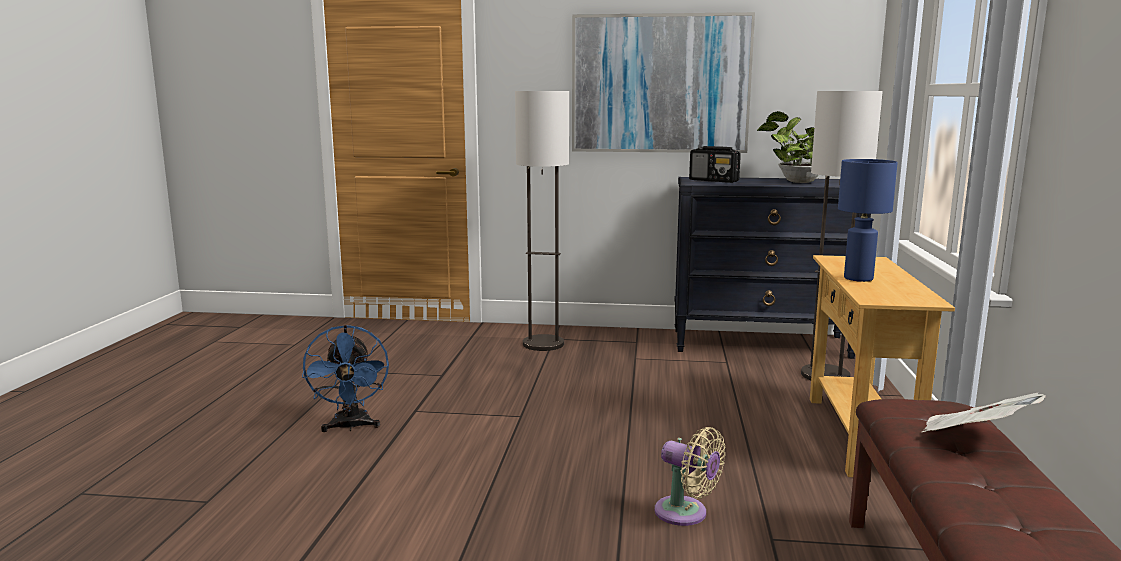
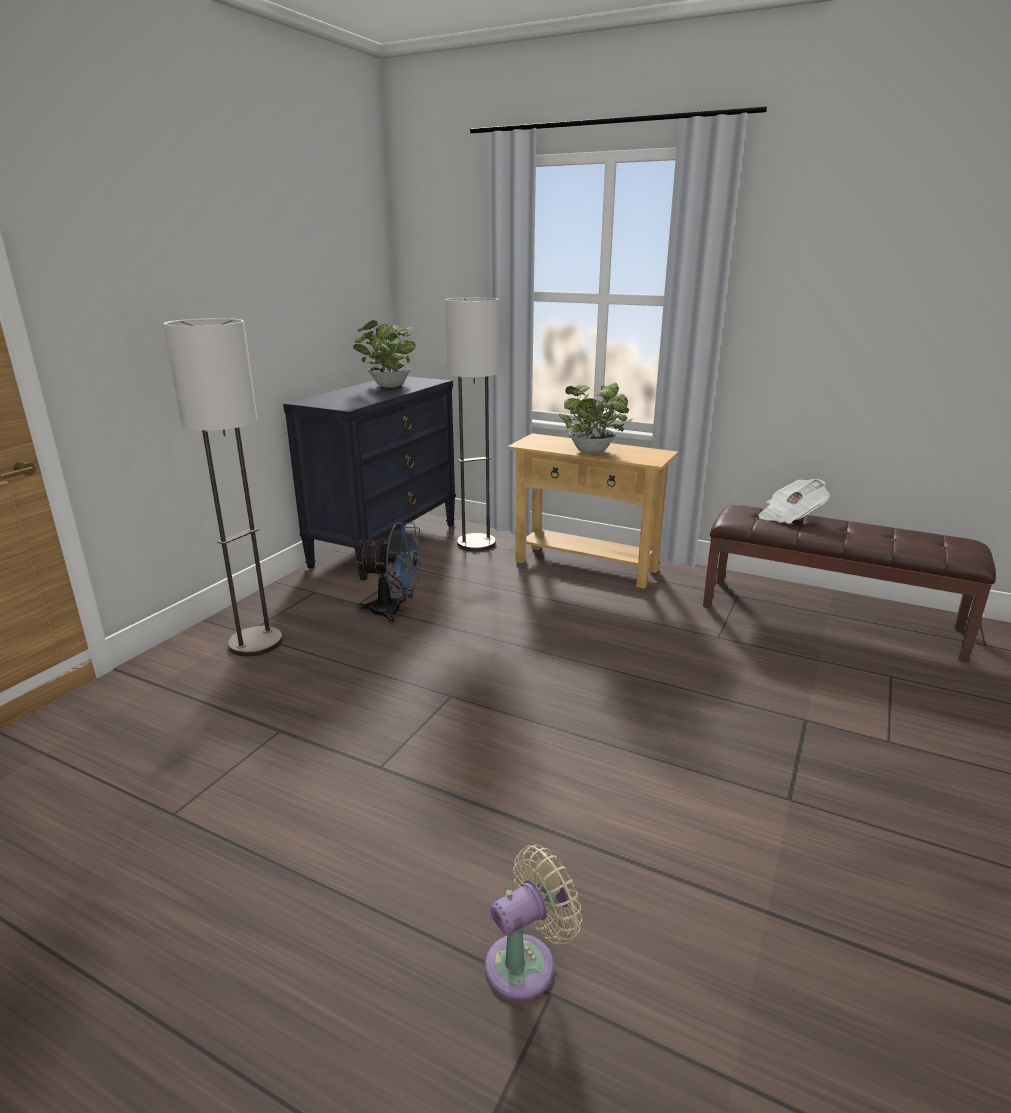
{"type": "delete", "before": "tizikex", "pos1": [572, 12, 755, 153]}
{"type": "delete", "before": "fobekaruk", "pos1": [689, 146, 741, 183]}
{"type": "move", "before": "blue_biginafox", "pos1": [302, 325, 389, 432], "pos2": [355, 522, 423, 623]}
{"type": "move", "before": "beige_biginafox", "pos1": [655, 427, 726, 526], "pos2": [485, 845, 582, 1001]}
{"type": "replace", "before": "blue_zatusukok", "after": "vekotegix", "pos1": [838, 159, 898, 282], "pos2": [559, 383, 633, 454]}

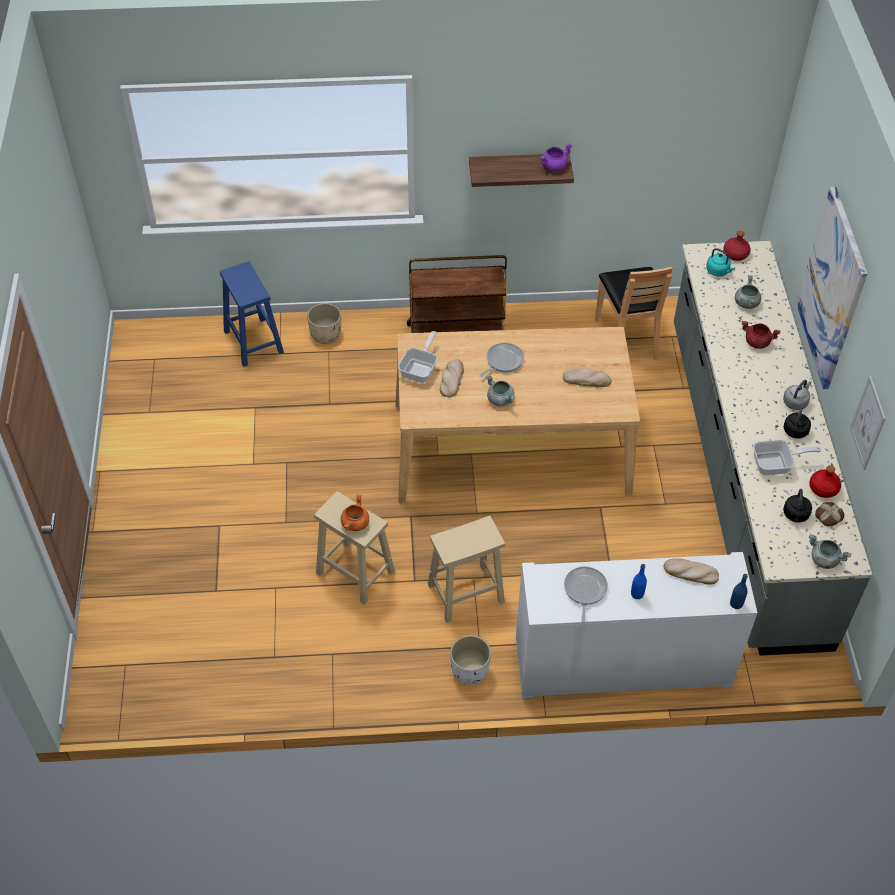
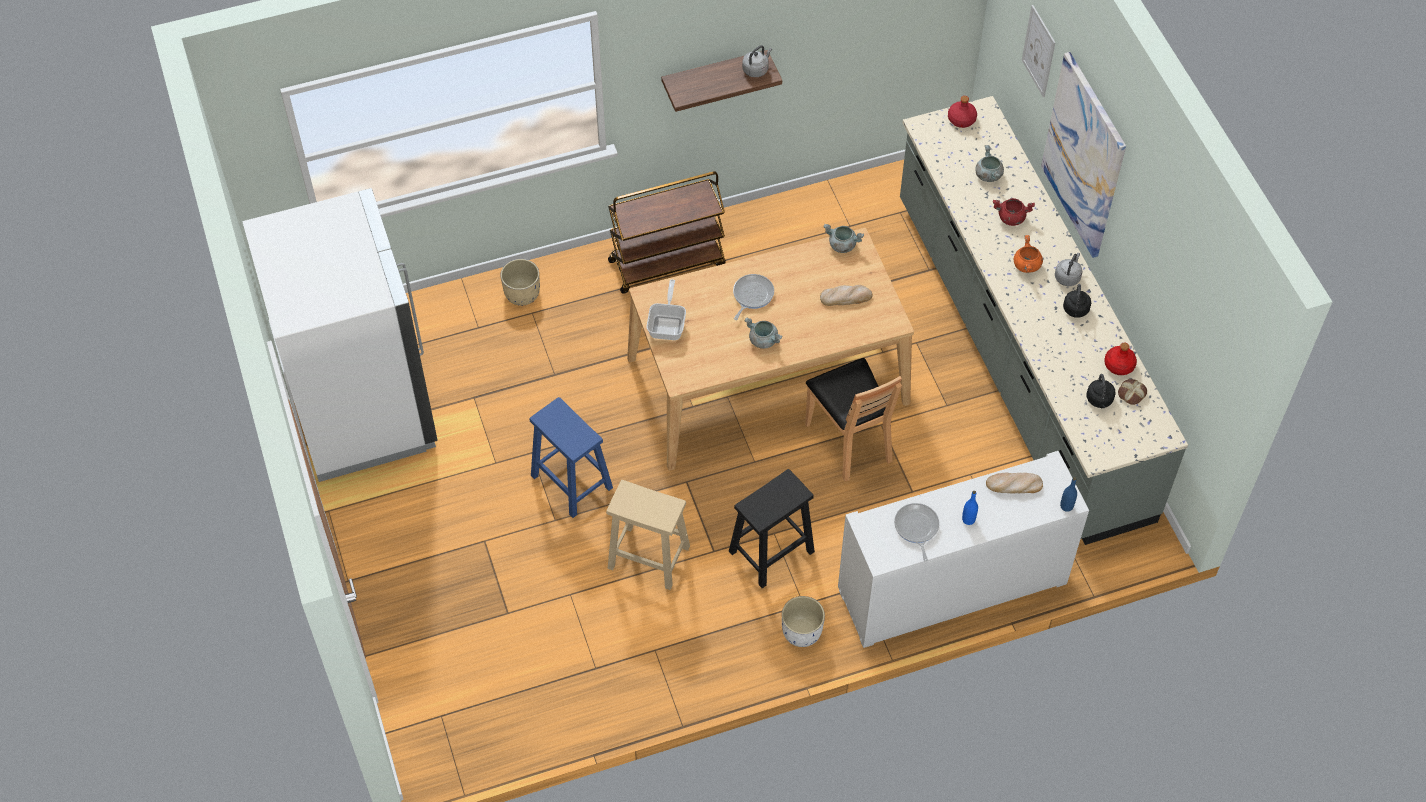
{"type": "delete", "before": "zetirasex", "pos1": [440, 359, 464, 397]}
{"type": "delete", "before": "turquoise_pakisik", "pos1": [706, 248, 735, 277]}
{"type": "delete", "before": "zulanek", "pos1": [753, 440, 821, 475]}
{"type": "insert", "after": "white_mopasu", "pos2": [242, 188, 438, 482]}
{"type": "move", "before": "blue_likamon", "pos1": [220, 261, 284, 367], "pos2": [530, 397, 613, 518]}
{"type": "move", "before": "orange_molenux", "pos1": [341, 494, 369, 531], "pos2": [1014, 235, 1043, 273]}
{"type": "move", "before": "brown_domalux", "pos1": [595, 267, 673, 360], "pos2": [805, 358, 902, 482]}
{"type": "move", "before": "grey_molenux", "pos1": [809, 534, 851, 569], "pos2": [824, 224, 864, 253]}
{"type": "move", "before": "tizikex", "pos1": [850, 376, 886, 470], "pos2": [1022, 5, 1055, 97]}
{"type": "replace", "before": "purple_molenux", "after": "grey_pakisik", "pos1": [540, 143, 572, 172], "pos2": [742, 45, 772, 77]}
{"type": "recolor", "before": "beige_likamon", "after": "black_likamon", "pos1": [428, 516, 505, 623], "pos2": [729, 469, 815, 588]}

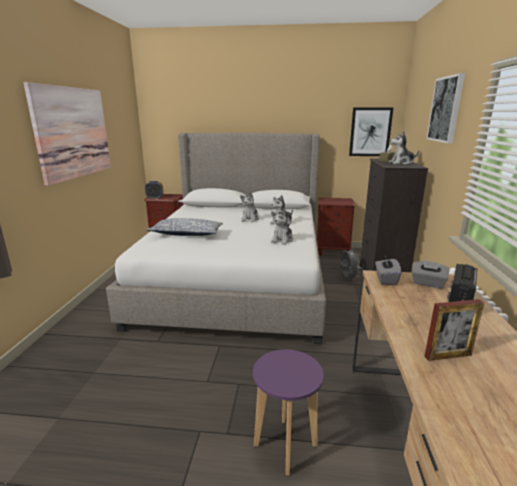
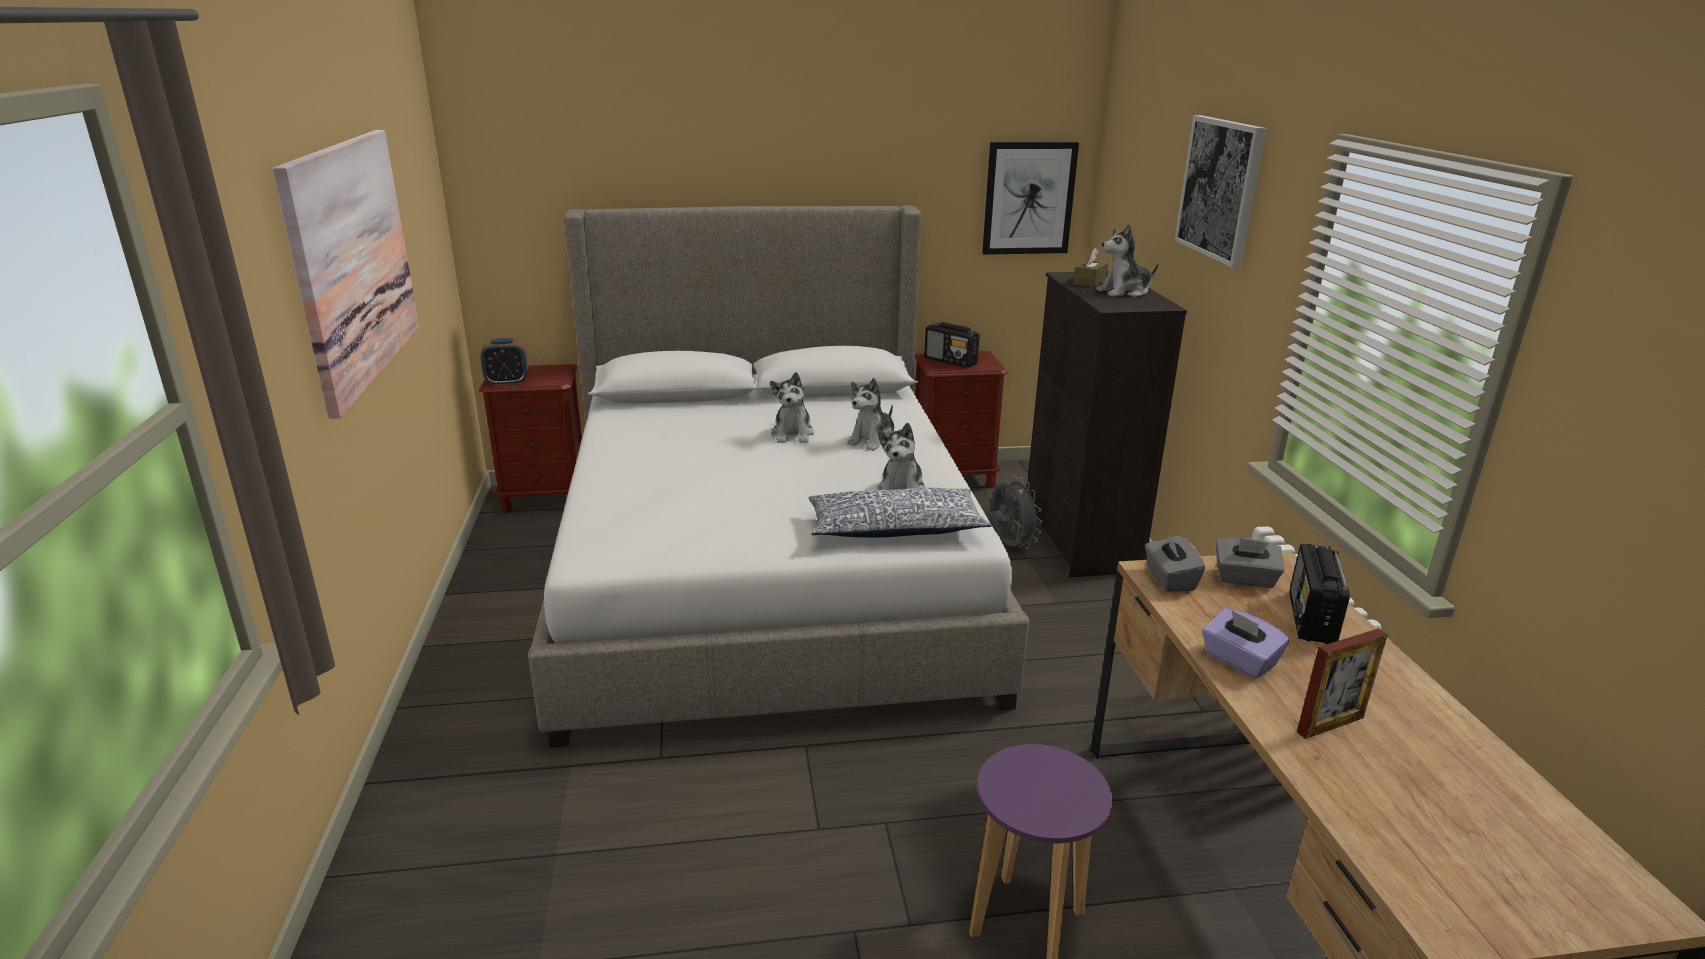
{"type": "insert", "after": "fobekaruk", "pos2": [924, 322, 980, 368]}
{"type": "insert", "after": "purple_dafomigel", "pos2": [1202, 608, 1289, 679]}
{"type": "move", "before": "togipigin", "pos1": [146, 218, 223, 236], "pos2": [809, 488, 992, 538]}

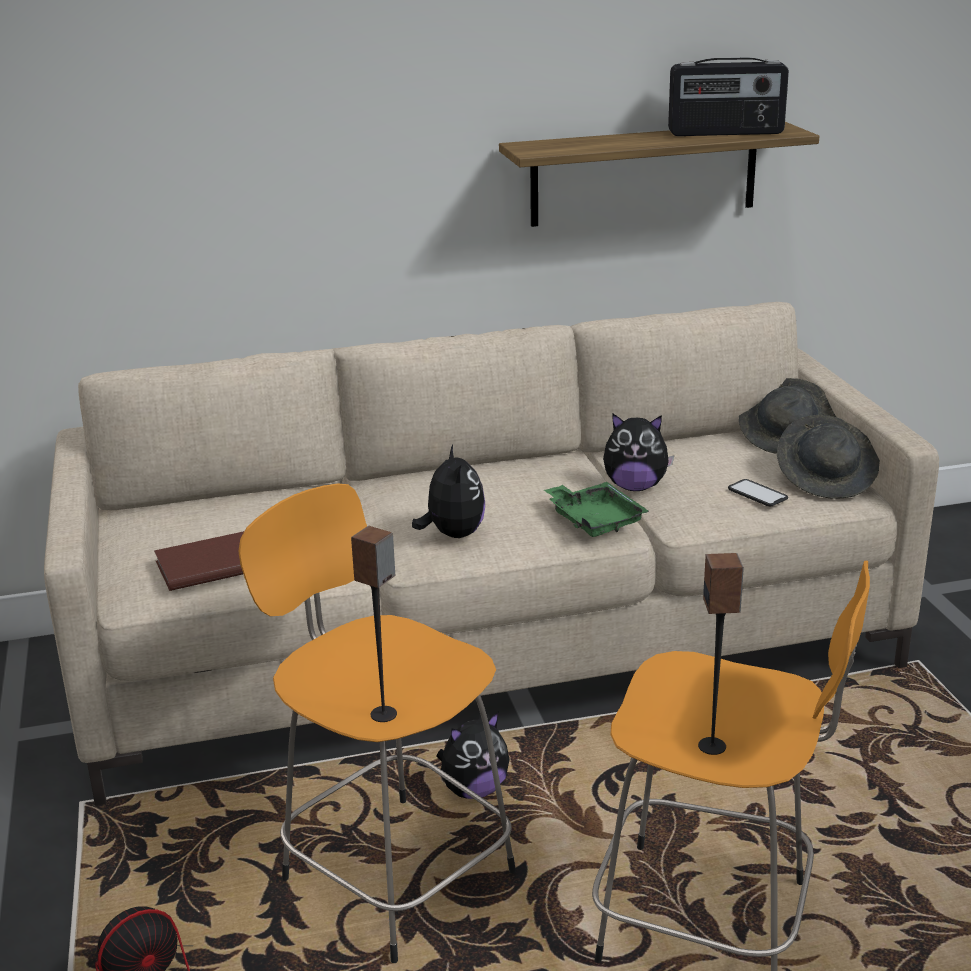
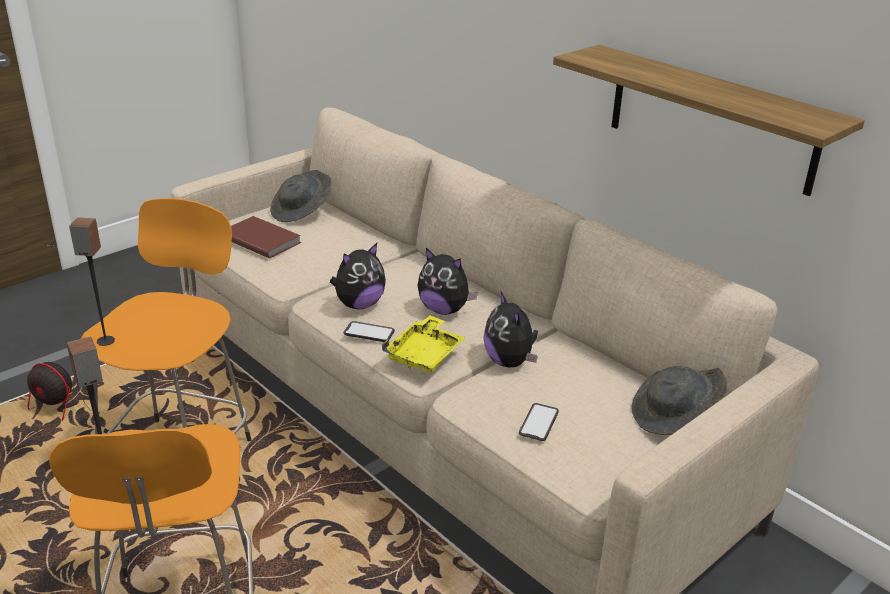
{"type": "delete", "before": "fobekaruk", "pos1": [668, 58, 789, 136]}
{"type": "insert", "after": "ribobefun", "pos2": [343, 321, 395, 342]}
{"type": "move", "before": "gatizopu", "pos1": [436, 712, 510, 799], "pos2": [417, 248, 478, 315]}
{"type": "move", "before": "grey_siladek", "pos1": [777, 415, 880, 499], "pos2": [270, 170, 332, 222]}
{"type": "recolor", "before": "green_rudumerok", "after": "yellow_rudumerok", "pos1": [544, 482, 649, 537], "pos2": [382, 315, 465, 372]}

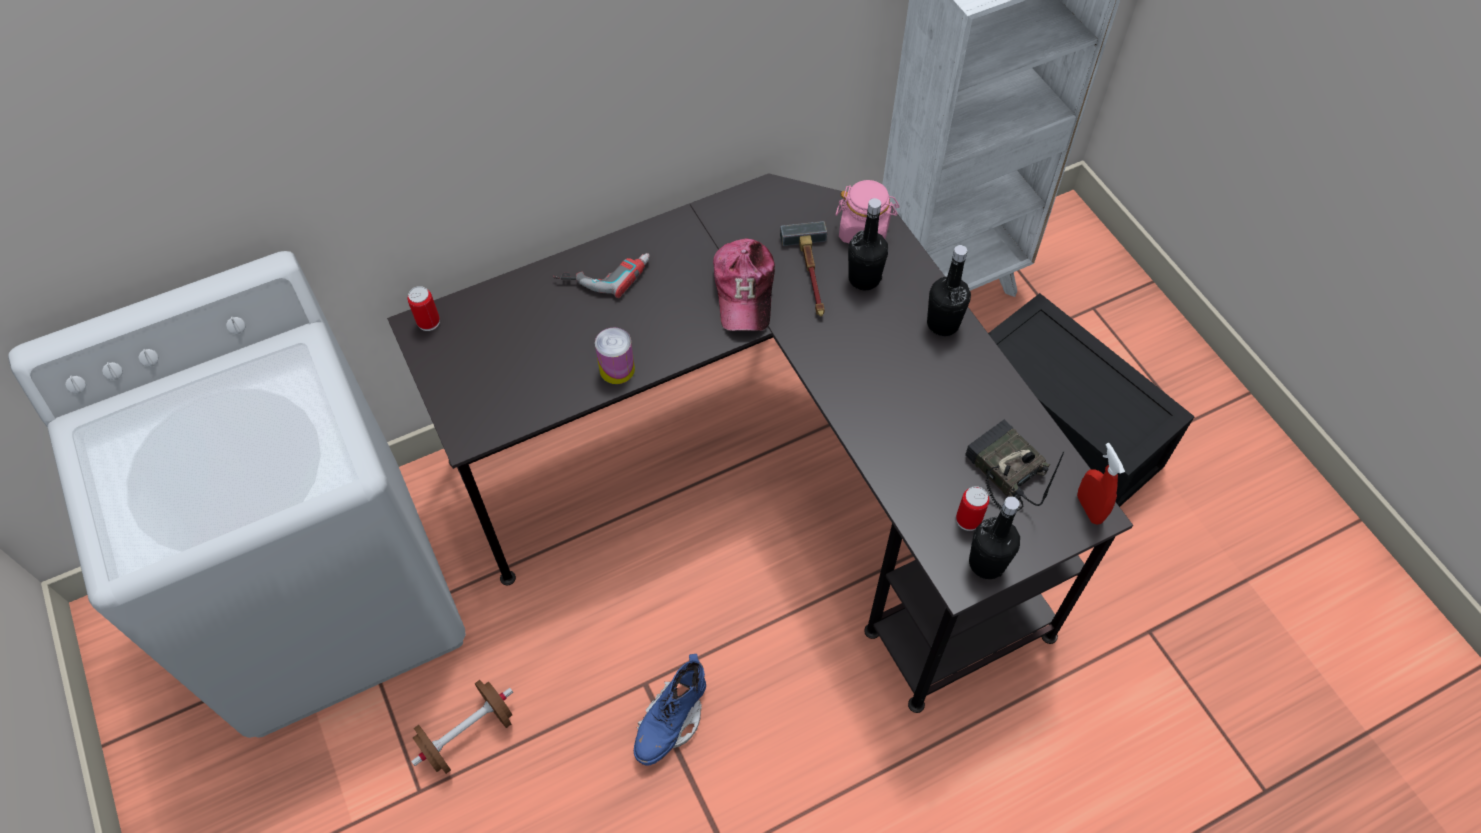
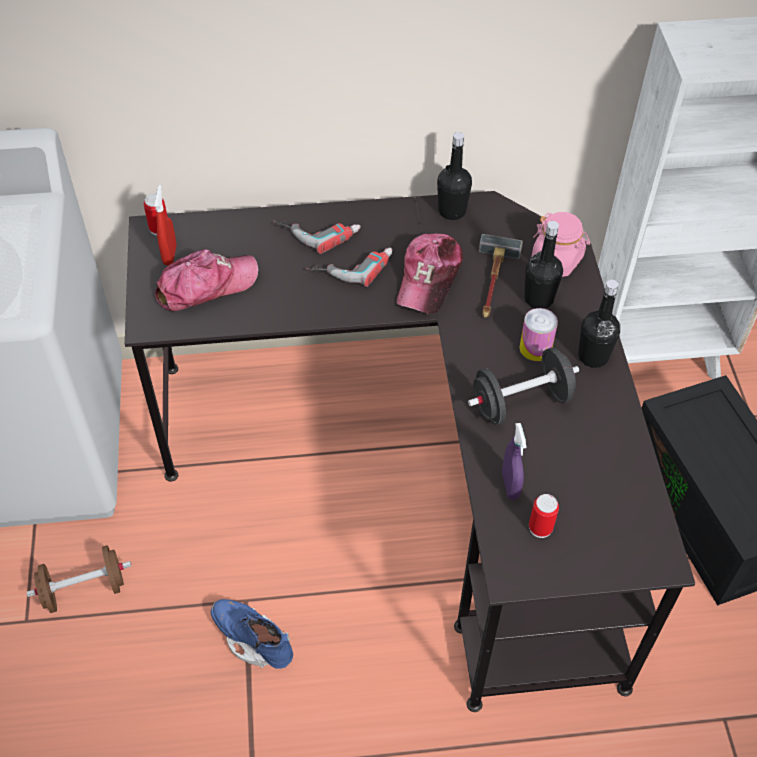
{"type": "delete", "before": "fobekaruk", "pos1": [965, 420, 1064, 511]}
{"type": "insert", "after": "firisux", "pos2": [155, 249, 258, 311]}
{"type": "insert", "after": "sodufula", "pos2": [306, 248, 392, 287]}
{"type": "insert", "after": "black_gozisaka", "pos2": [468, 347, 579, 425]}
{"type": "insert", "after": "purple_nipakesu", "pos2": [502, 423, 527, 500]}
{"type": "move", "before": "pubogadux", "pos1": [595, 327, 635, 384], "pos2": [519, 308, 558, 361]}
{"type": "move", "before": "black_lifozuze", "pos1": [969, 496, 1020, 579], "pos2": [437, 132, 472, 220]}
{"type": "move", "before": "red_nipakesu", "pos1": [1077, 443, 1125, 525], "pos2": [154, 185, 176, 266]}
{"type": "rotate", "before": "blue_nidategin", "pos1": [634, 654, 706, 766], "pos2": [211, 599, 293, 669], "turn": 75}

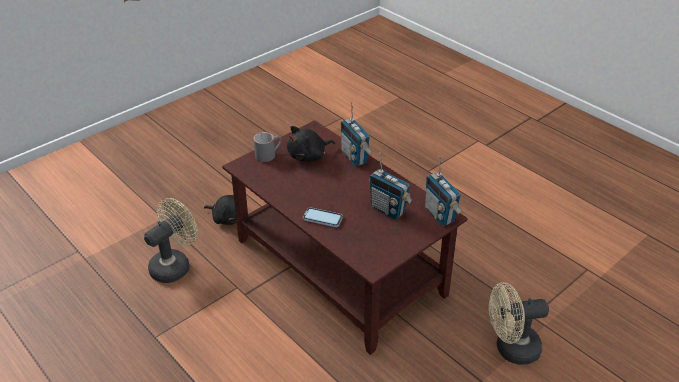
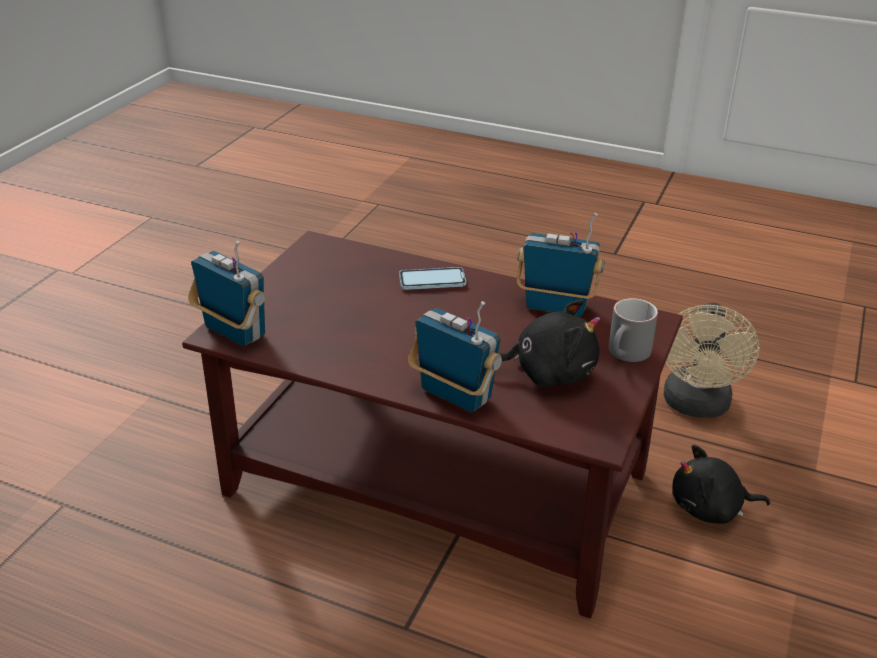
{"type": "delete", "before": "beige_biginafox", "pos1": [489, 282, 549, 365]}
{"type": "move", "before": "fobekaruk", "pos1": [369, 153, 412, 220], "pos2": [517, 213, 605, 316]}
{"type": "rotate", "before": "black_gatizopu", "pos1": [287, 126, 335, 162], "pos2": [498, 299, 600, 388], "turn": 60}

